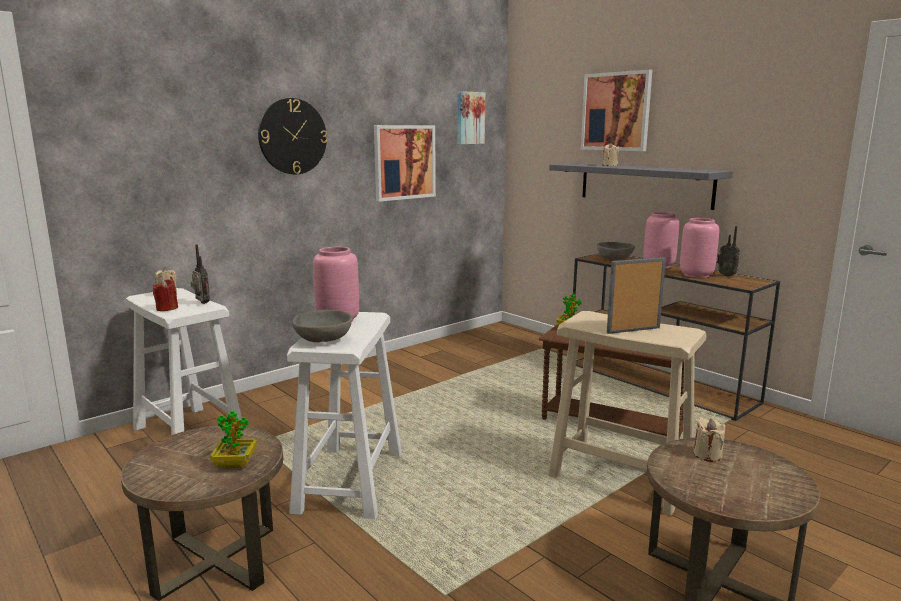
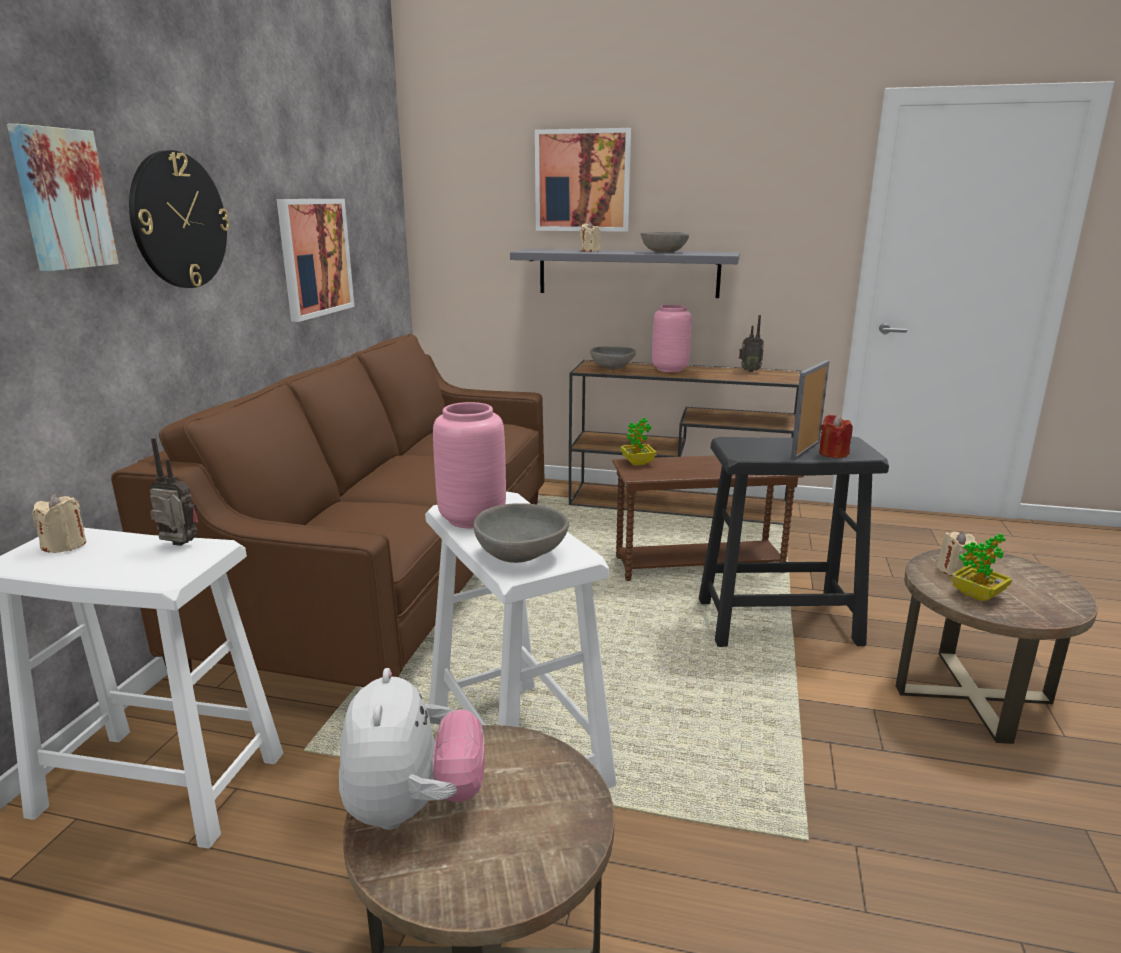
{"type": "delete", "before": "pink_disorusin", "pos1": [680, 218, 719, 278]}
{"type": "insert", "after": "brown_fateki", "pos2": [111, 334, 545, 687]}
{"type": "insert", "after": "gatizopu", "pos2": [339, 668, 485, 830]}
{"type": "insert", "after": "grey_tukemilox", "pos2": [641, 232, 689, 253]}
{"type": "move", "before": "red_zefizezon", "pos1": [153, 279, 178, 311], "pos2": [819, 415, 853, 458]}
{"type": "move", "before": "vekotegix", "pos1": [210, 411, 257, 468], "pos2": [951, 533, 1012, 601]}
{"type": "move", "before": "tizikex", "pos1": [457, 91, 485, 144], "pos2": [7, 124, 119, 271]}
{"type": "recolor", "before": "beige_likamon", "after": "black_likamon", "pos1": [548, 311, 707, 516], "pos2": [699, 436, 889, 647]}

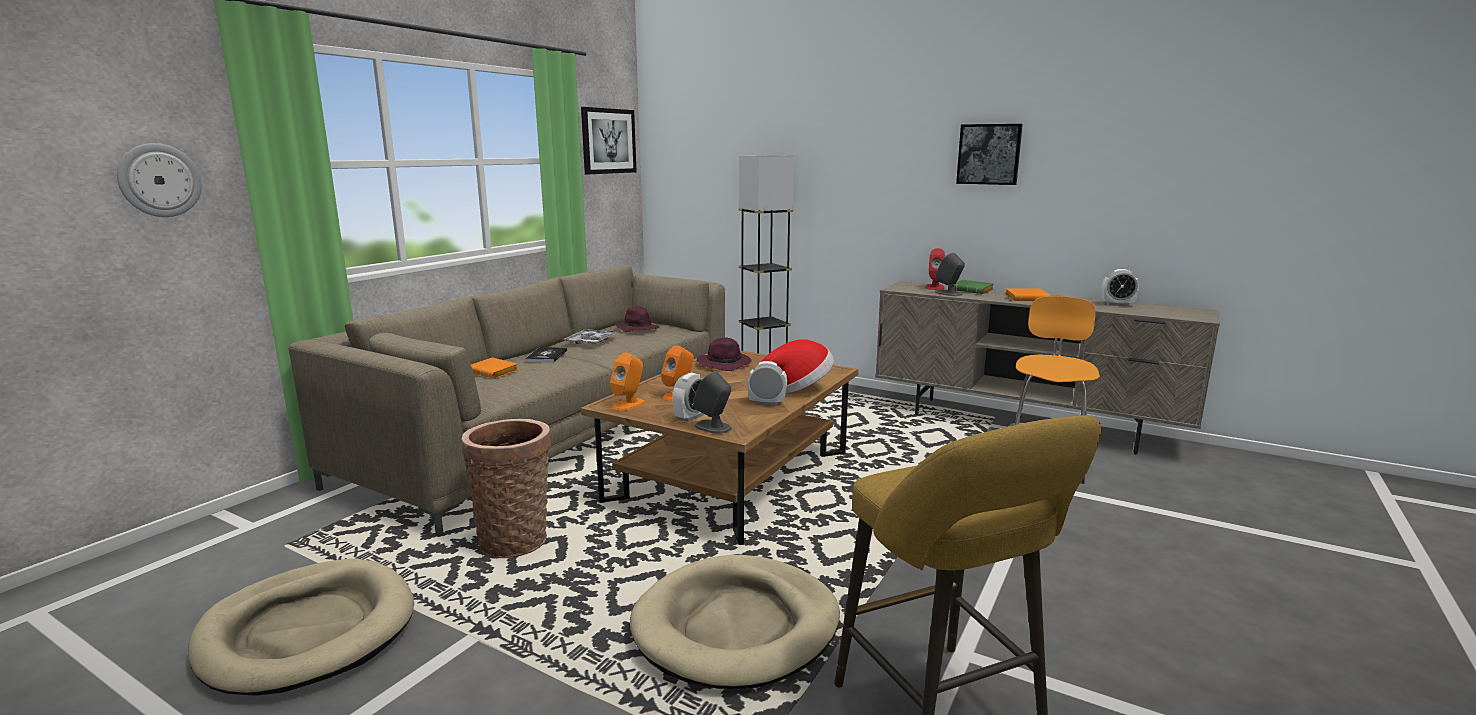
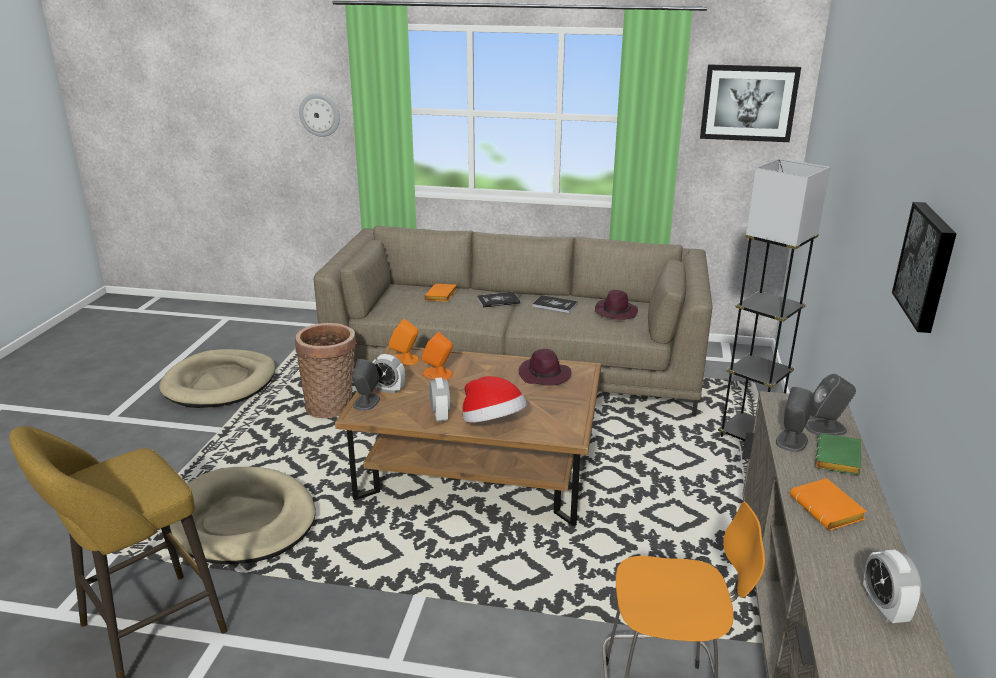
{"type": "replace", "before": "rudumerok", "after": "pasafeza", "pos1": [564, 329, 619, 344], "pos2": [532, 295, 578, 313]}
{"type": "recolor", "before": "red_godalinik", "after": "grey_godalinik", "pos1": [926, 248, 945, 290], "pos2": [805, 374, 856, 436]}

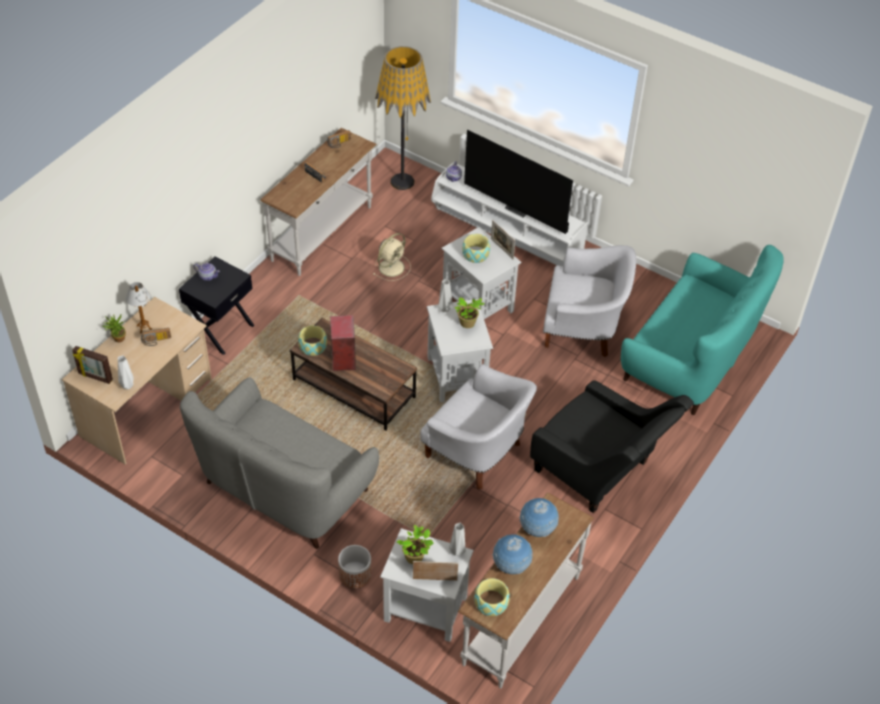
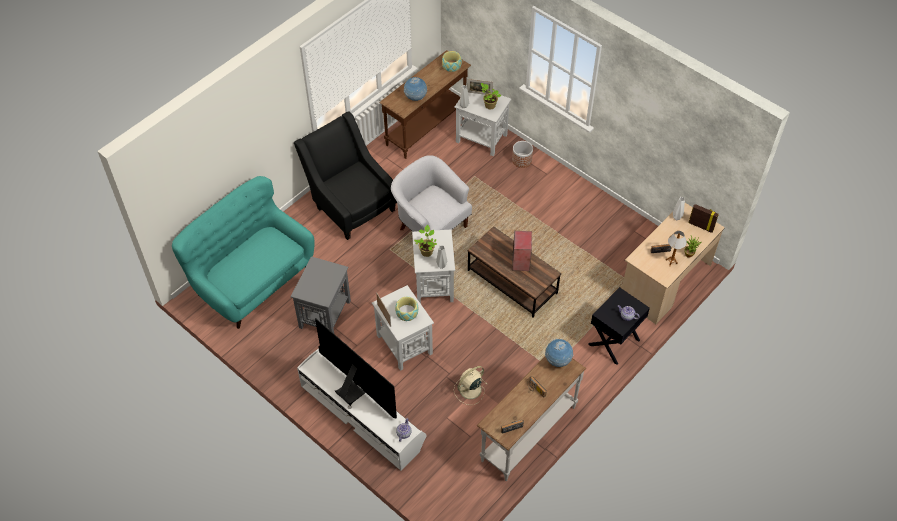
{"type": "delete", "before": "grey_fateki", "pos1": [180, 377, 379, 549]}
{"type": "delete", "before": "tukemilox", "pos1": [298, 325, 327, 356]}
{"type": "delete", "before": "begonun", "pos1": [375, 46, 431, 190]}
{"type": "move", "before": "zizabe", "pos1": [492, 534, 533, 574], "pos2": [545, 338, 574, 367]}
{"type": "replace", "before": "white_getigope", "after": "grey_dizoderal", "pos1": [543, 245, 636, 357], "pos2": [291, 256, 351, 333]}
{"type": "recolor", "before": "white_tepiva", "after": "brown_tepiva", "pos1": [458, 492, 594, 688], "pos2": [380, 50, 471, 159]}

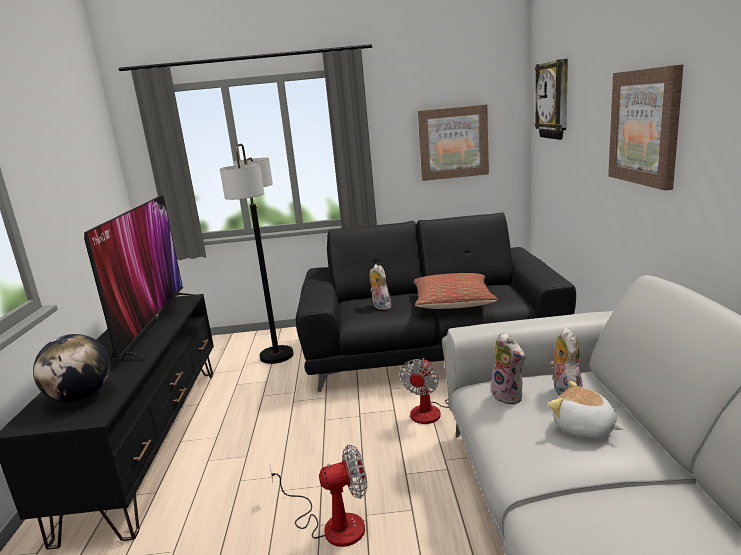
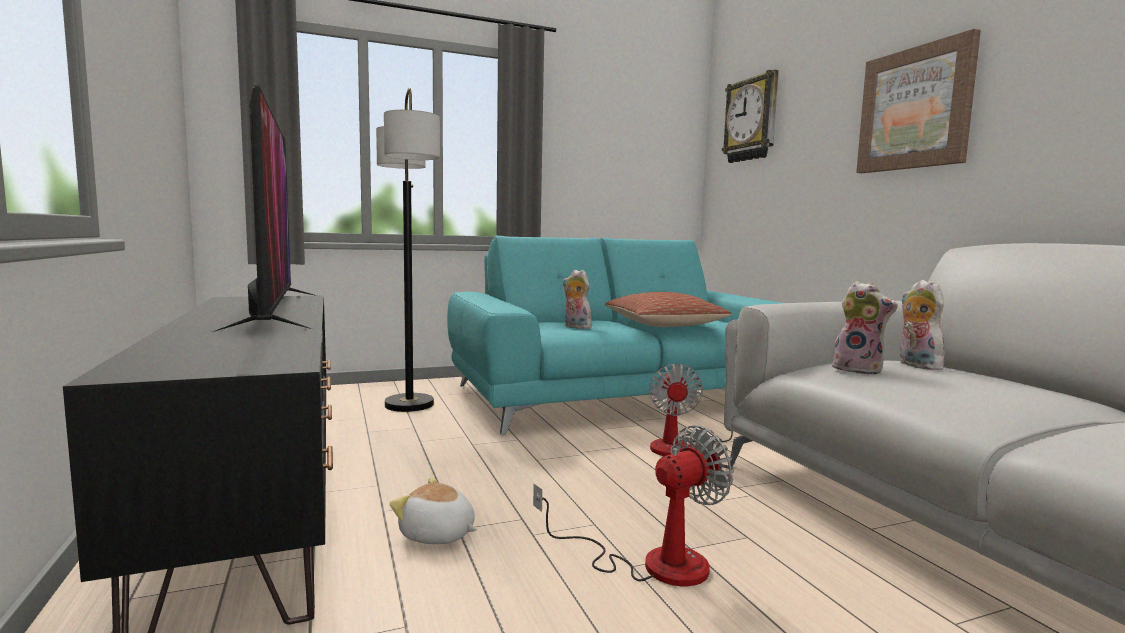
{"type": "delete", "before": "zizabe", "pos1": [33, 334, 111, 403]}
{"type": "delete", "before": "tizikex", "pos1": [418, 105, 489, 181]}
{"type": "move", "before": "gatizopu", "pos1": [548, 381, 623, 438], "pos2": [390, 478, 477, 544]}
{"type": "recolor", "before": "black_fateki", "after": "turquoise_fateki", "pos1": [296, 212, 576, 392], "pos2": [447, 236, 782, 435]}

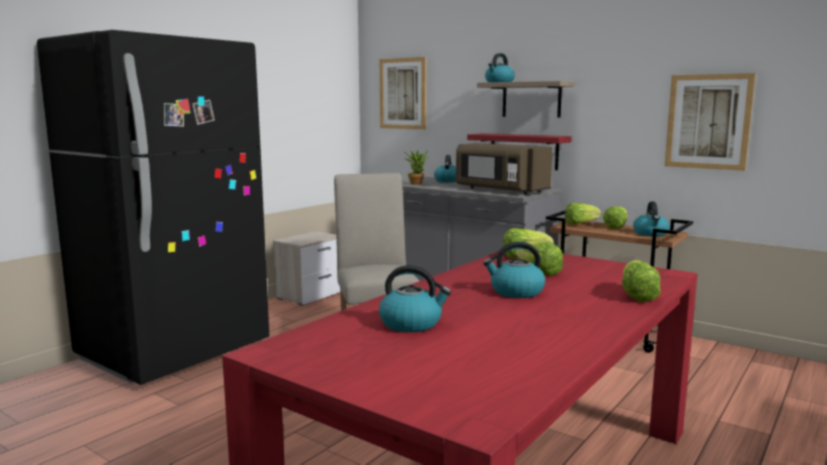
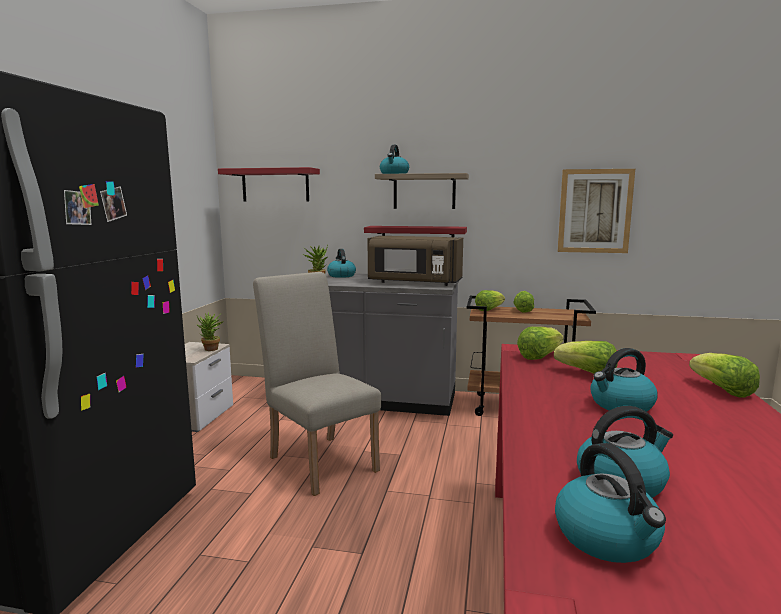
{"type": "insert", "after": "vekotegix", "pos2": [196, 312, 224, 351]}
{"type": "move", "before": "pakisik", "pos1": [633, 201, 670, 237], "pos2": [555, 443, 666, 563]}
{"type": "replace", "before": "tizikex", "after": "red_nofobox", "pos1": [380, 57, 426, 129], "pos2": [218, 167, 320, 202]}

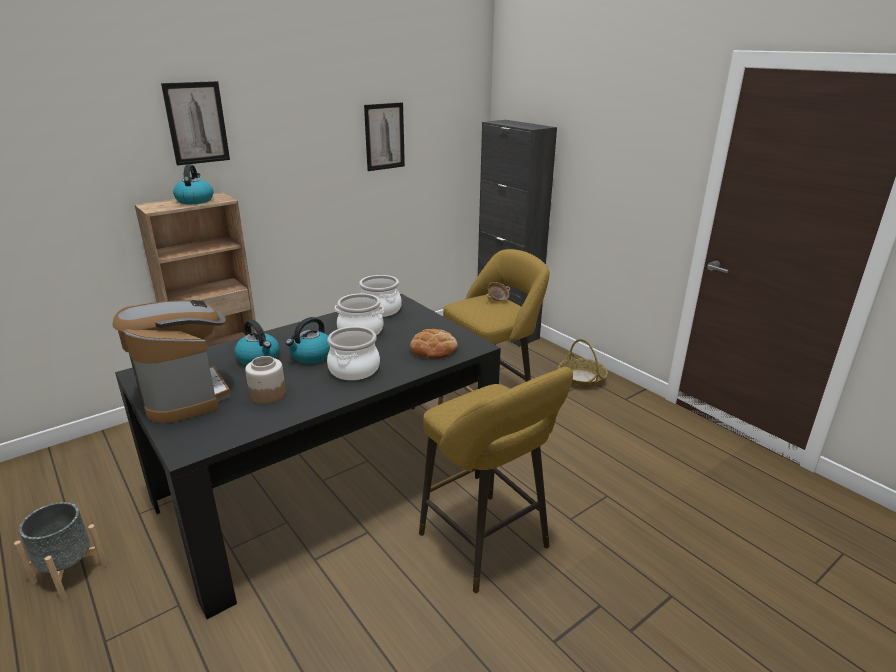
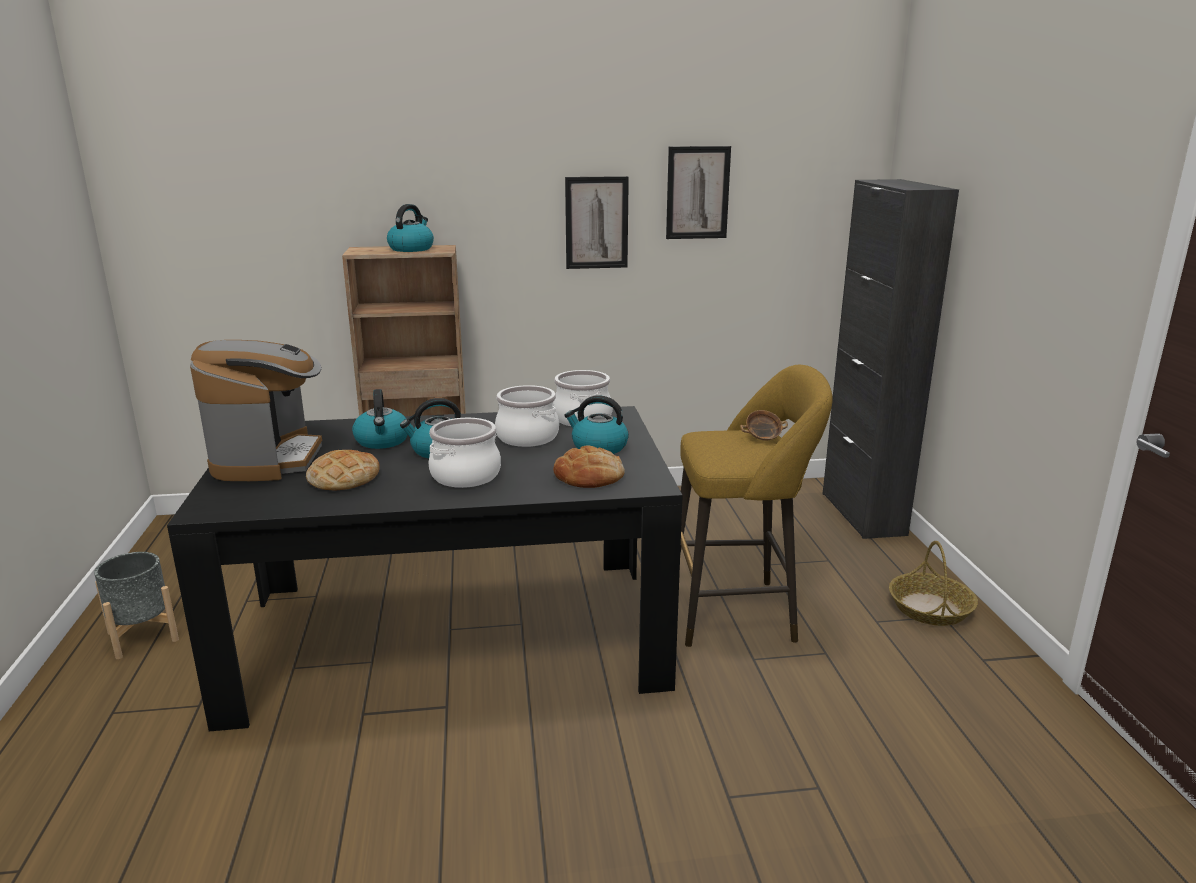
{"type": "delete", "before": "yellow_likamon", "pos1": [419, 367, 573, 593]}
{"type": "insert", "after": "pakisik", "pos2": [564, 396, 629, 454]}
{"type": "move", "before": "tizikex", "pos1": [161, 81, 230, 166], "pos2": [565, 176, 629, 269]}
{"type": "replace", "before": "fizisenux", "after": "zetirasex", "pos1": [245, 356, 286, 404], "pos2": [306, 450, 380, 490]}

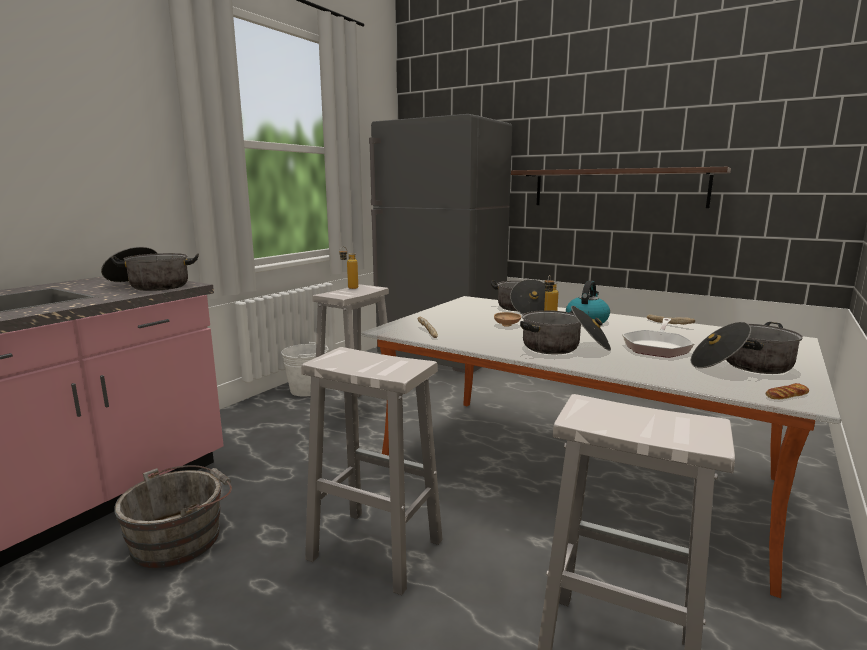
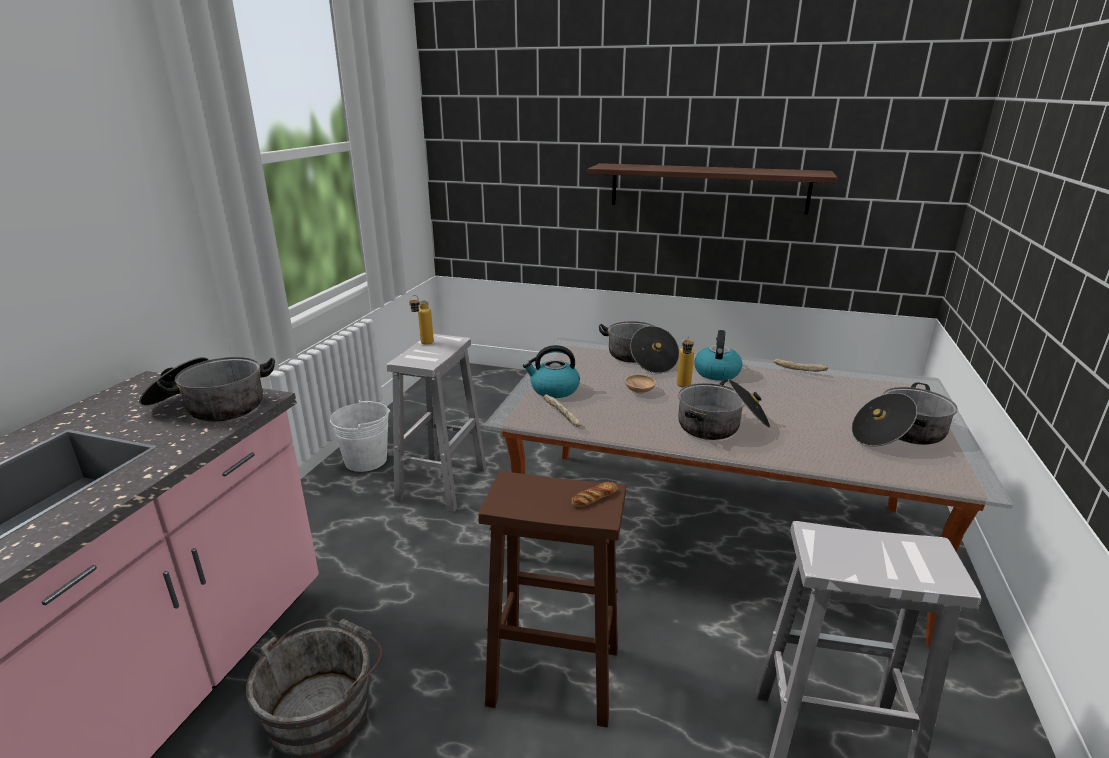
{"type": "delete", "before": "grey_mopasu", "pos1": [369, 114, 512, 373]}
{"type": "delete", "before": "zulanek", "pos1": [622, 318, 694, 358]}
{"type": "insert", "after": "pakisik", "pos2": [523, 345, 580, 398]}
{"type": "move", "before": "zetirasex", "pos1": [766, 383, 809, 399], "pos2": [571, 482, 618, 507]}
{"type": "recolor", "before": "white_likamon", "after": "brown_likamon", "pos1": [301, 347, 442, 595], "pos2": [478, 471, 626, 728]}

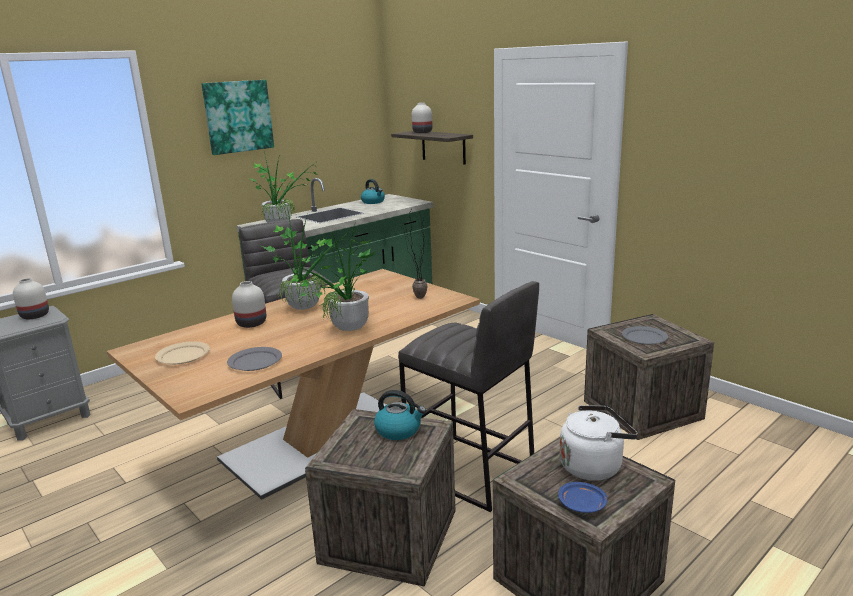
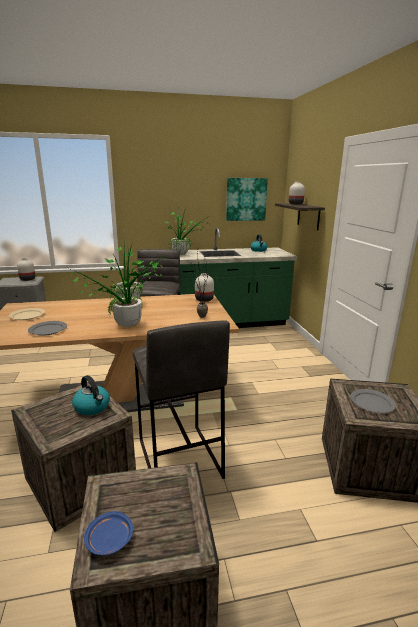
{"type": "delete", "before": "white_pakisik", "pos1": [559, 405, 638, 481]}
{"type": "move", "before": "tizikex", "pos1": [201, 80, 274, 155], "pos2": [226, 178, 268, 221]}
{"type": "move", "before": "white_disorusin", "pos1": [232, 281, 266, 328], "pos2": [195, 273, 214, 302]}

